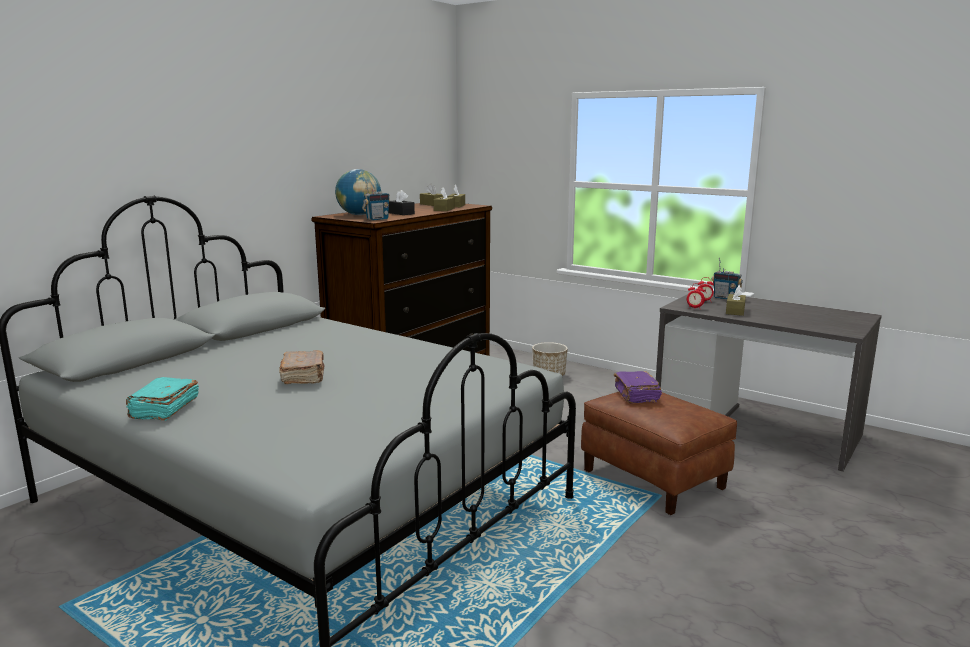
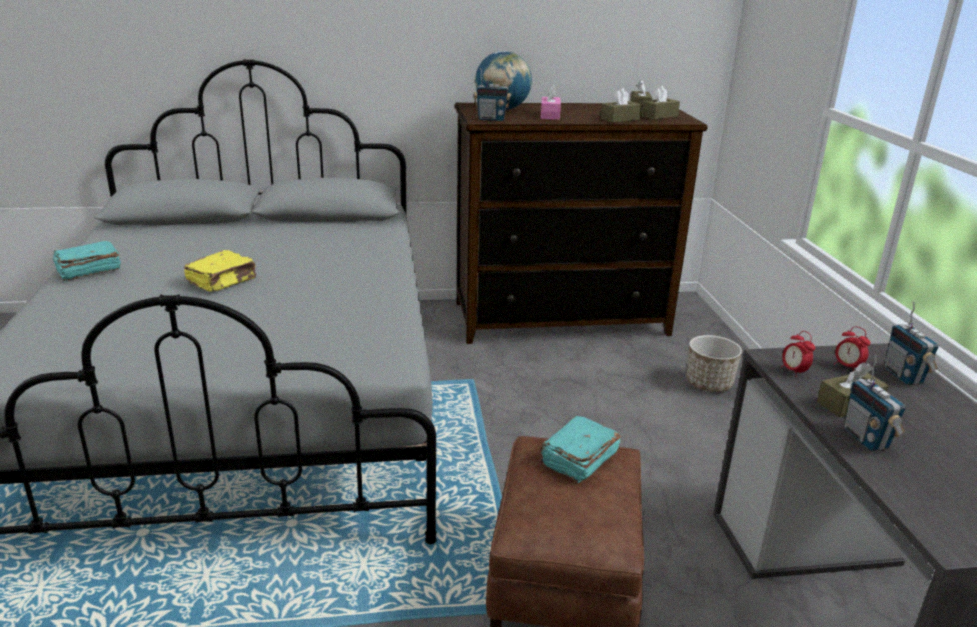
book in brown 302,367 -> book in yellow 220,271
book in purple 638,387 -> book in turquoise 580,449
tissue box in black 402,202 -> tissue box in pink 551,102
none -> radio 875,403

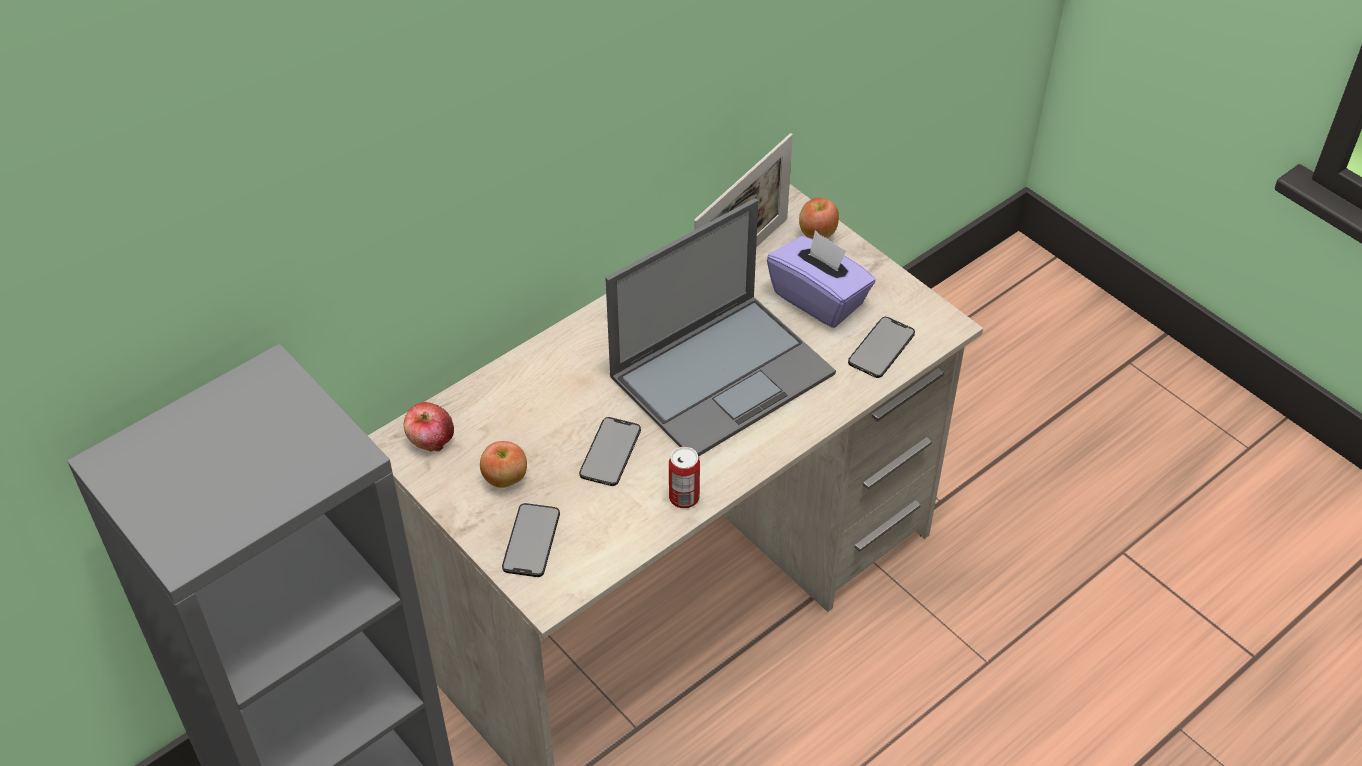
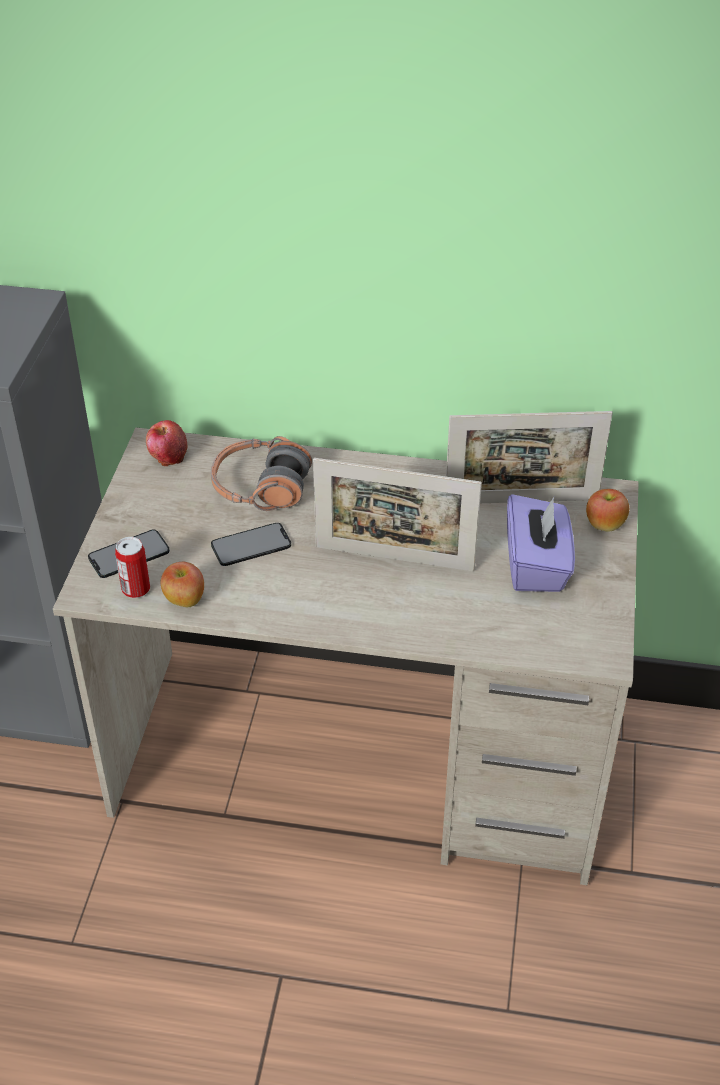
can 684,477 -> can 132,567, move
apple 503,464 -> apple 182,584, move
none -> headphones 261,473
laptop 720,327 -> picture frame 397,515
phone 881,347 -> none

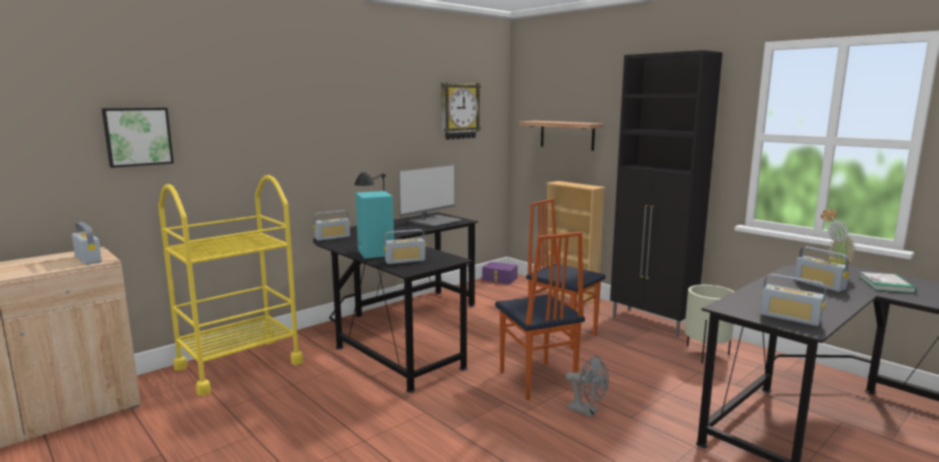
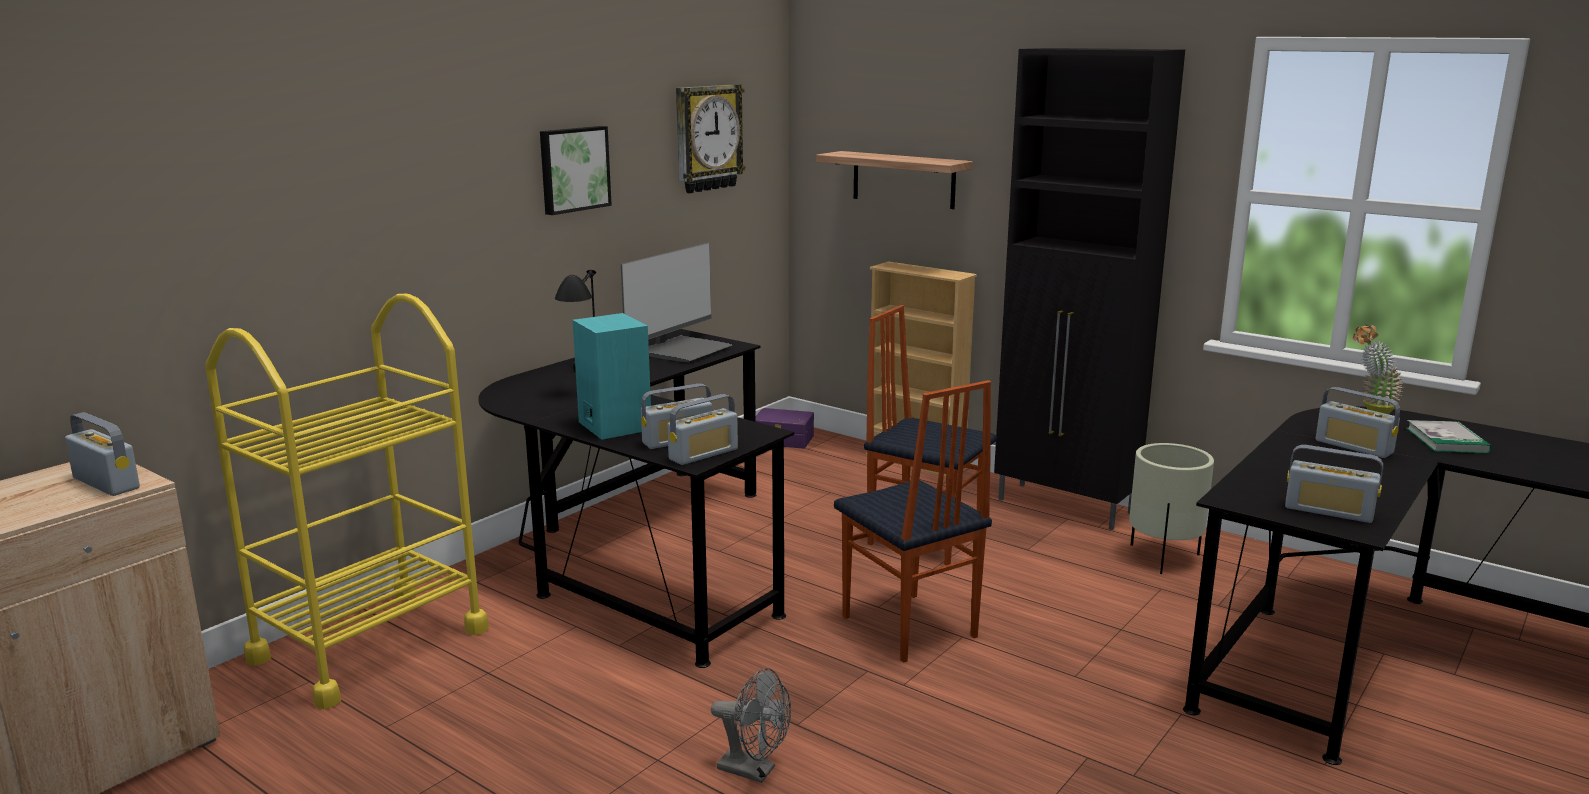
picture 138,138 -> picture 576,170, move
radio 332,225 -> radio 702,429, move
fan in grey 587,386 -> fan in grey 751,725, move

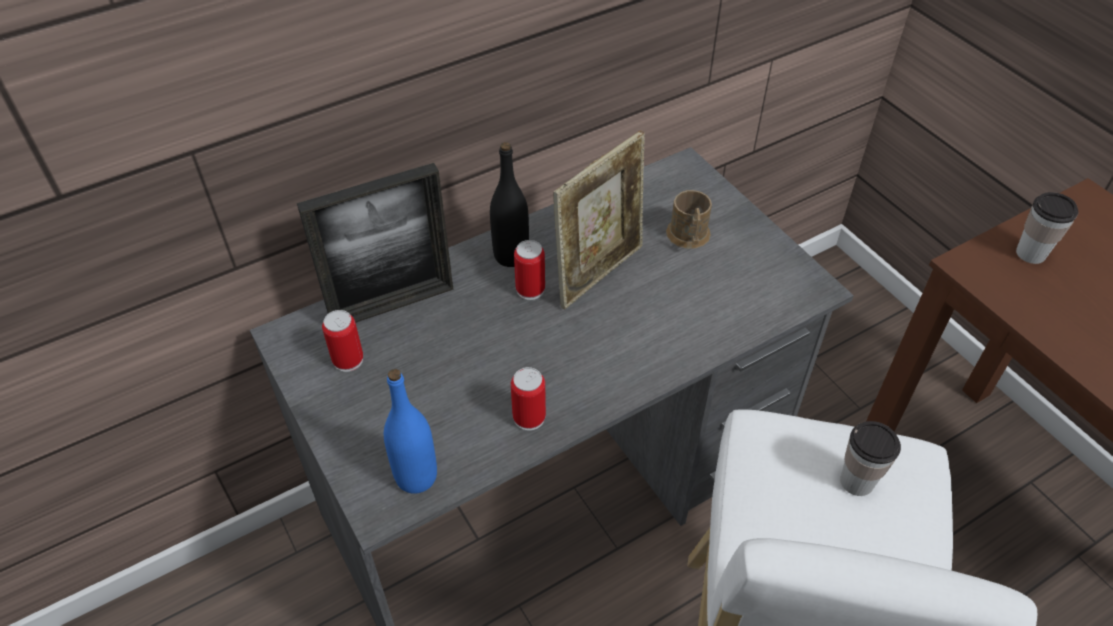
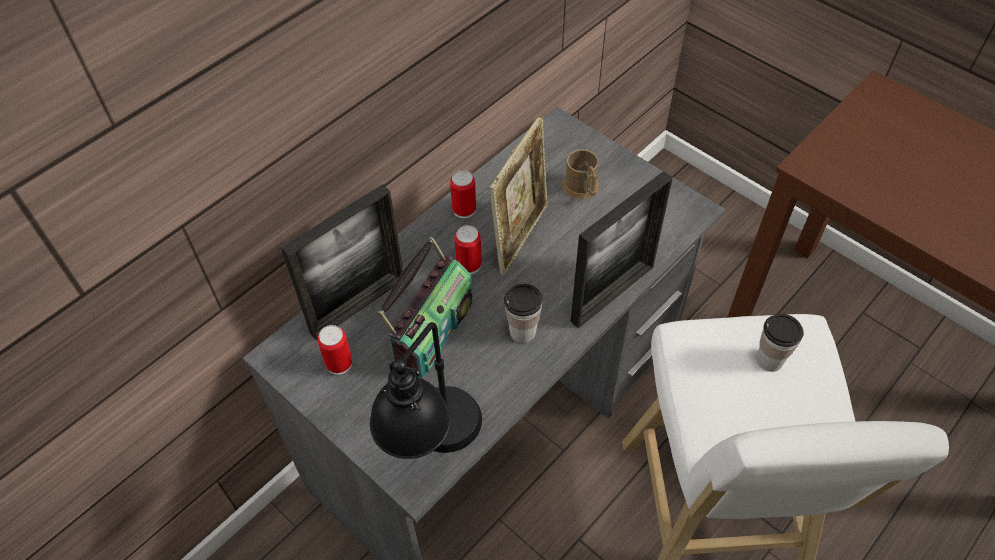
bottle in blue 410,431 -> table lamp in black 426,390
none -> radio 425,308
can 528,399 -> can 463,194, move
cup 1047,228 -> cup 523,313, move
none -> picture frame 621,249
bottle in black 509,204 -> none

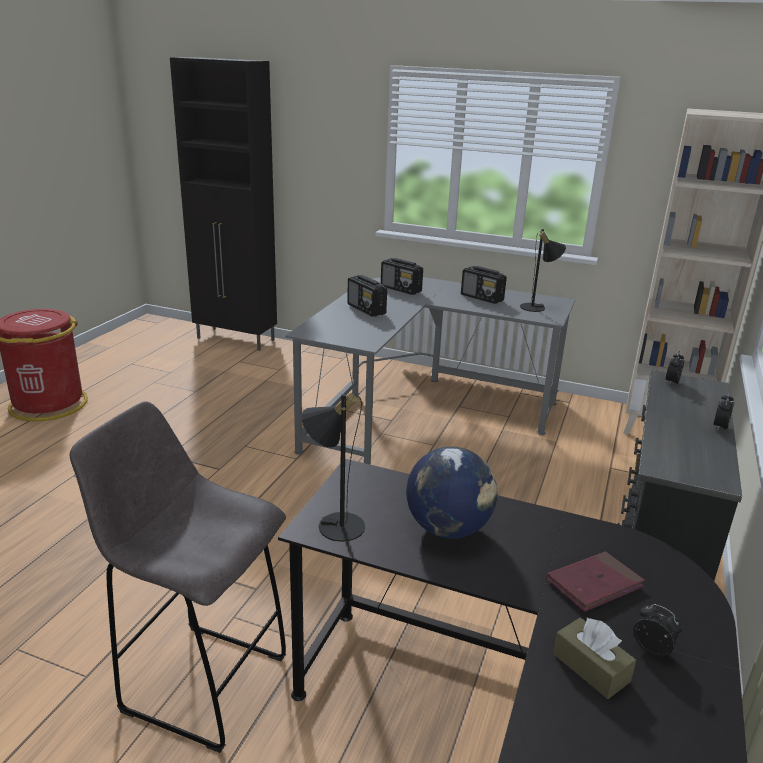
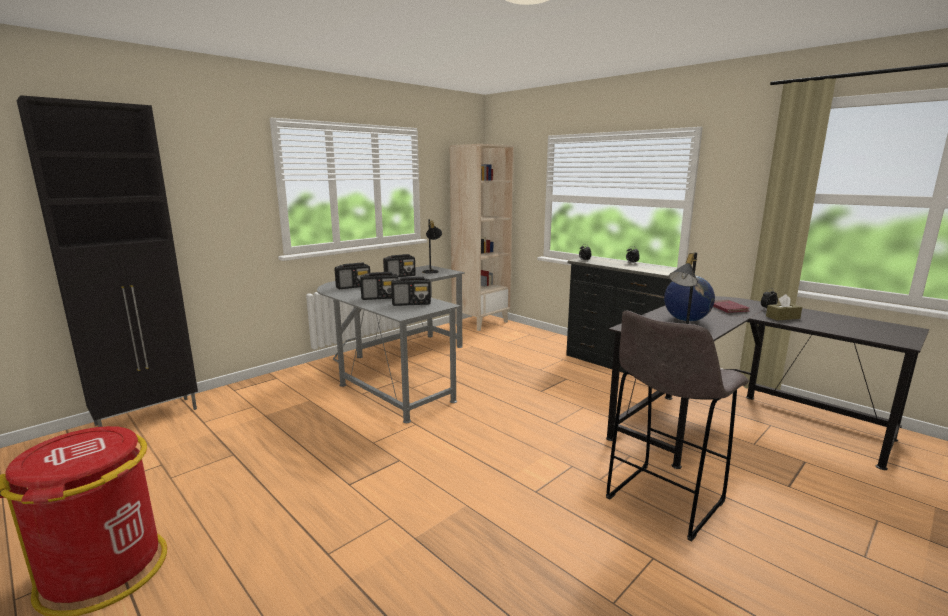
none -> radio 411,291

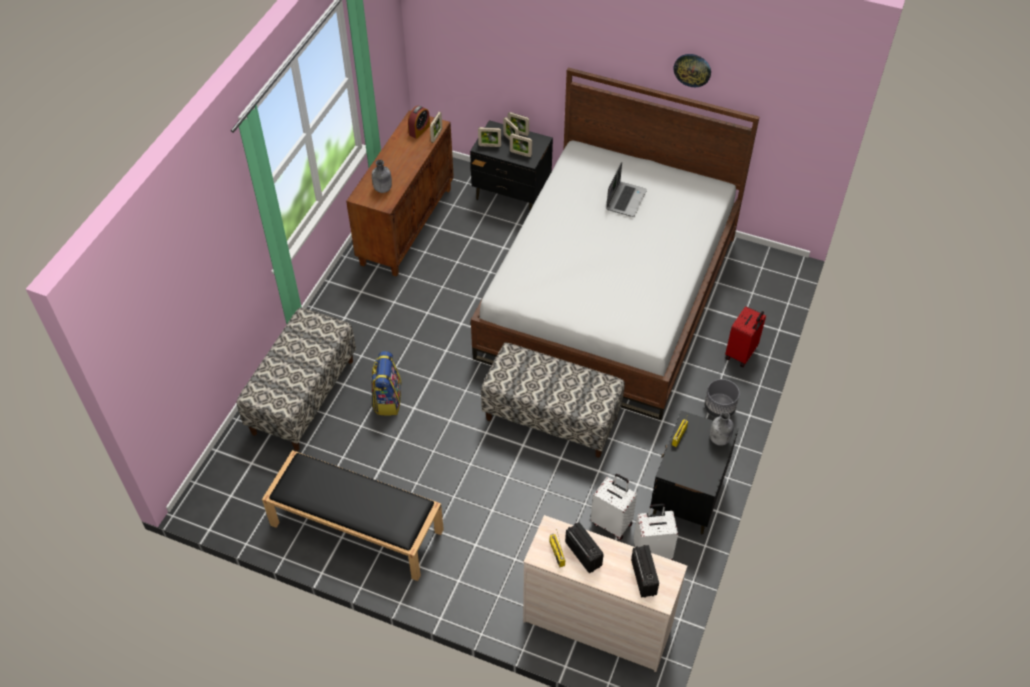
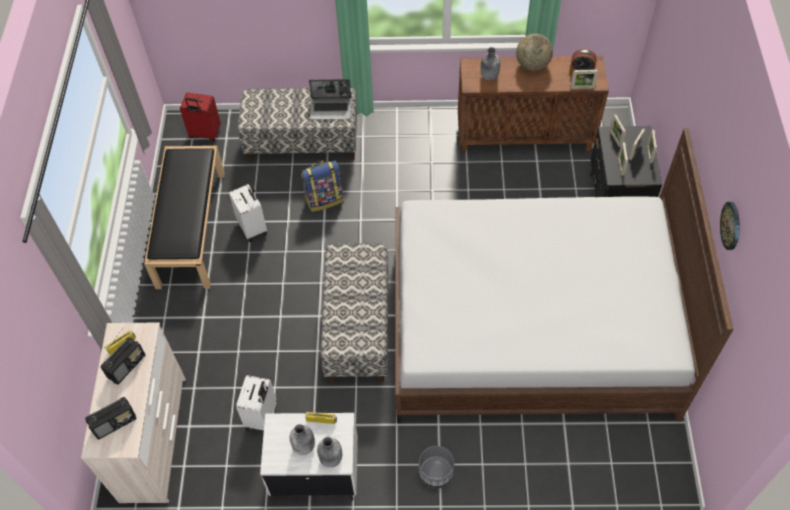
suitcase in red 745,336 -> suitcase in red 200,117, move
suitcase in white 656,532 -> suitcase in white 248,211, move
nightstand in black 694,472 -> nightstand in white 309,457
none -> bottle in grey 302,439
laptop 626,189 -> laptop 330,99, move
none -> globe 534,52

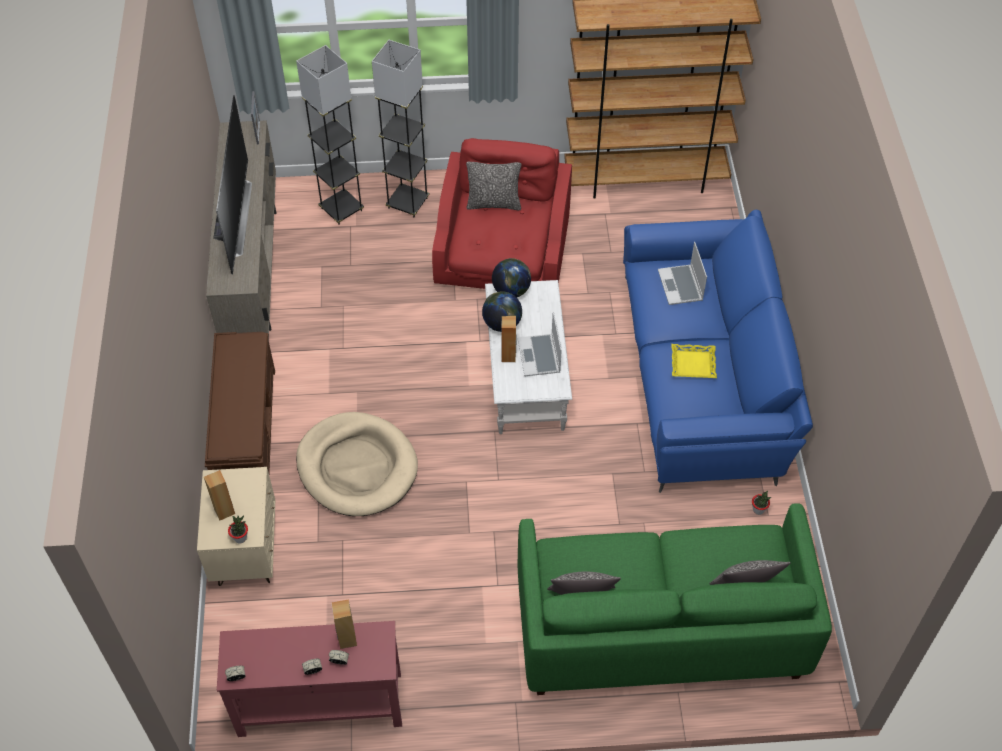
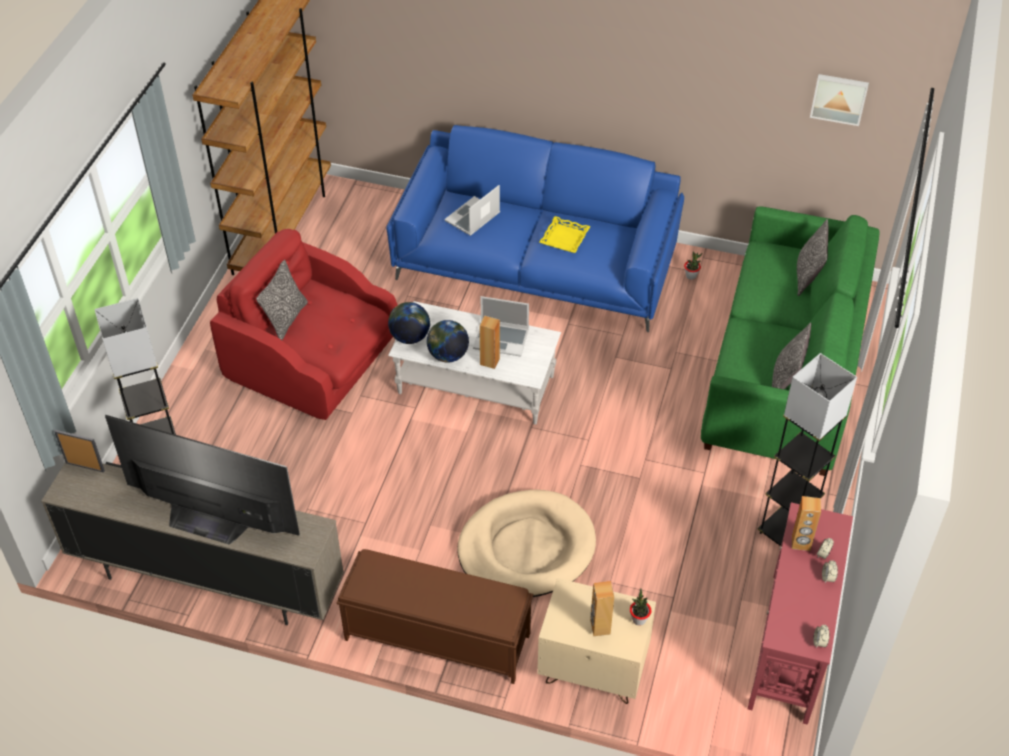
laptop 682,273 -> laptop 472,210, 120 degrees clockwise
floor lamp in grey 400,128 -> floor lamp in grey 807,449, move
none -> picture 839,100

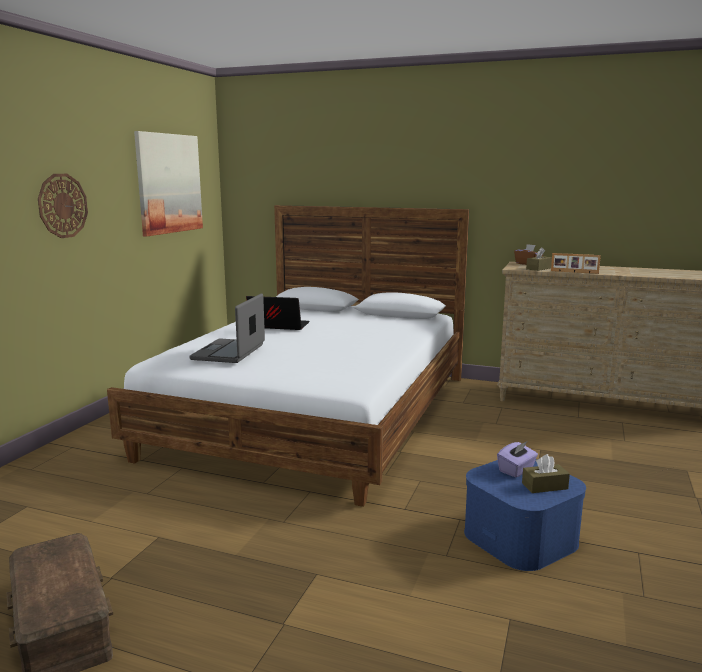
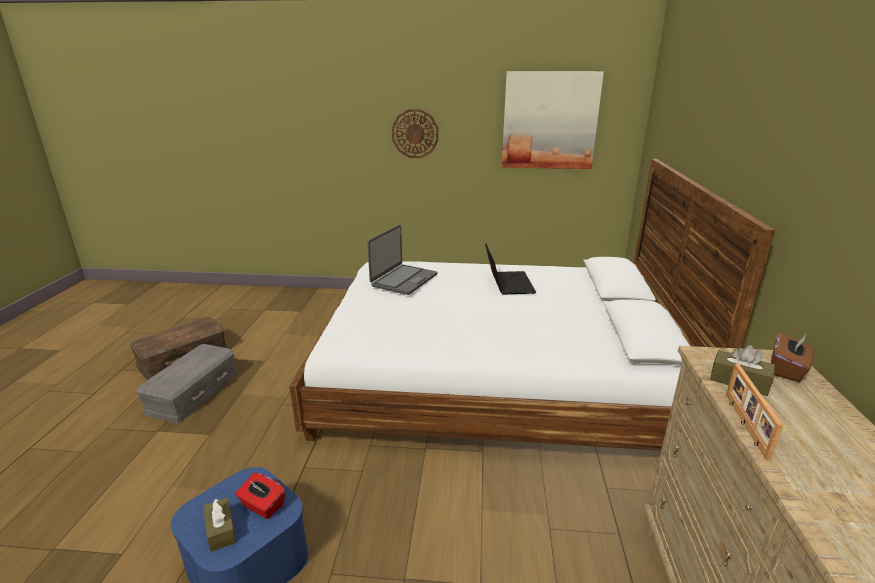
none -> storage box in grey 187,383
tissue box in purple 517,459 -> tissue box in red 261,496
laptop 227,328 -> laptop 402,260, 120 degrees clockwise

